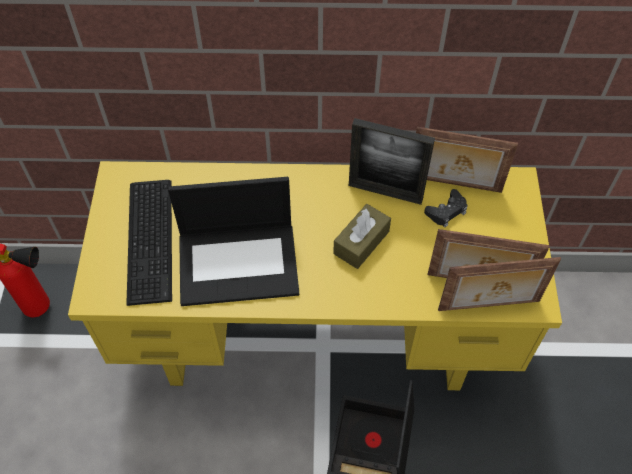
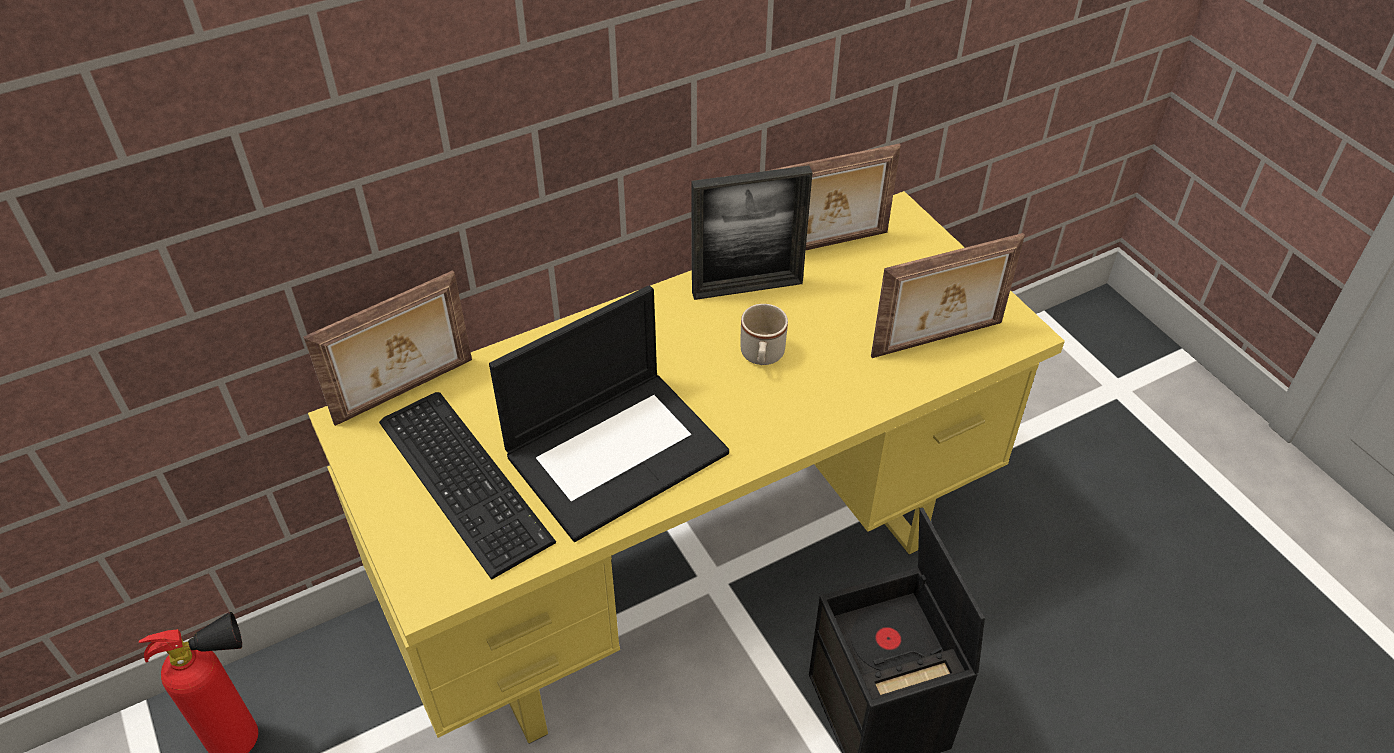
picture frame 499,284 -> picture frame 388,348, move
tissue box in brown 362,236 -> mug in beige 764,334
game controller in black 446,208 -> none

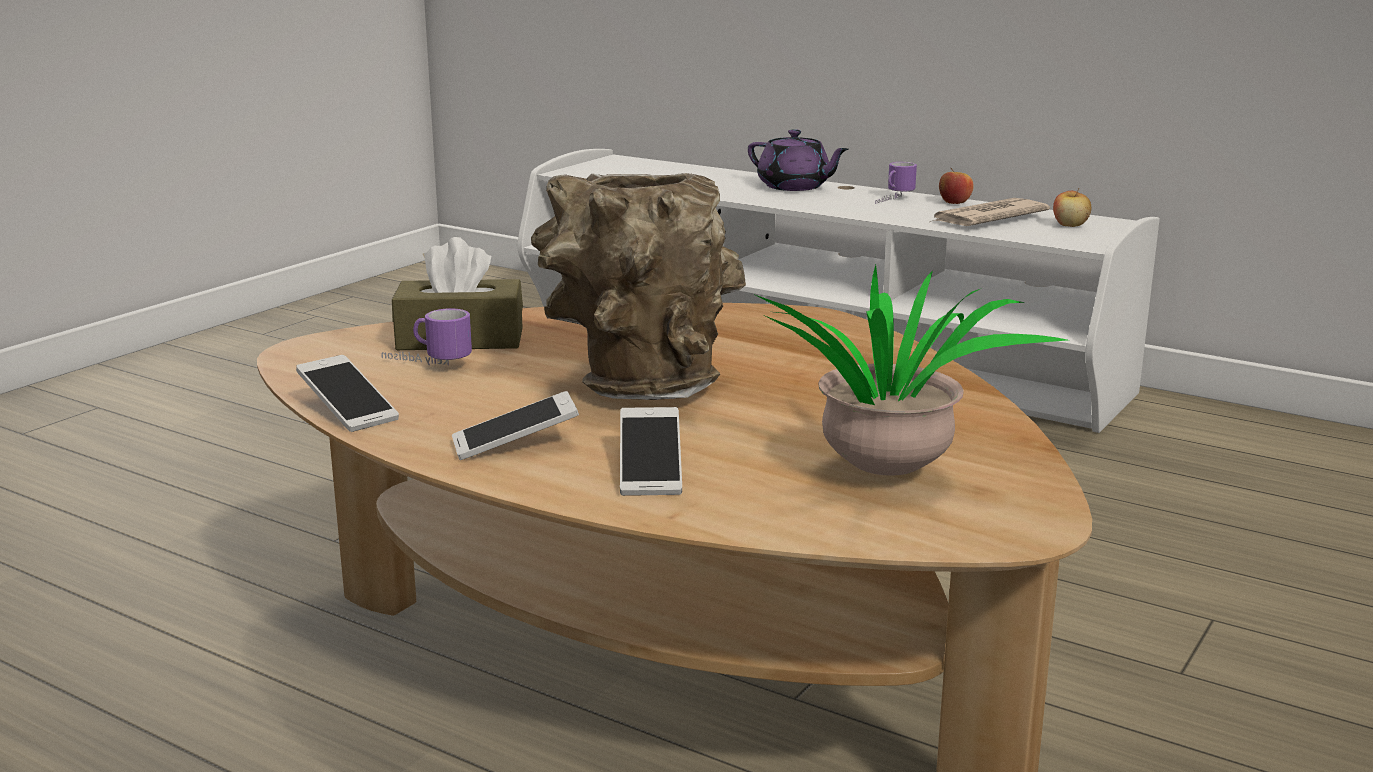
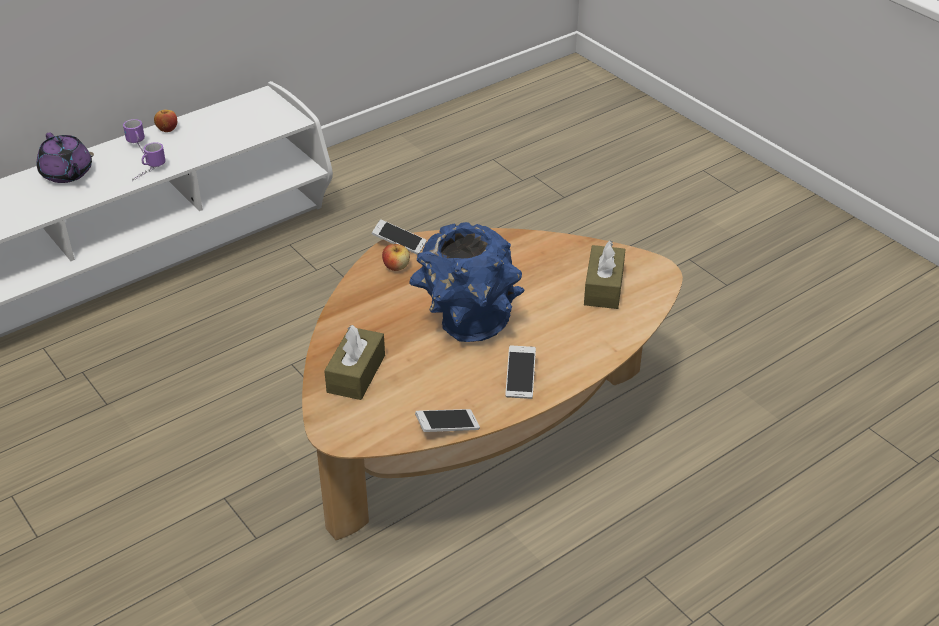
teapot in purple 798,160 -> teapot in purple 64,157, 90 degrees clockwise
mug 426,336 -> mug 149,162, move
phone 651,451 -> phone 399,237, move
apple 1072,207 -> apple 396,257, move
vase in brown 638,286 -> vase in blue 467,282
potted plant 910,370 -> tissue box in brown 604,274
newspaper 990,212 -> none

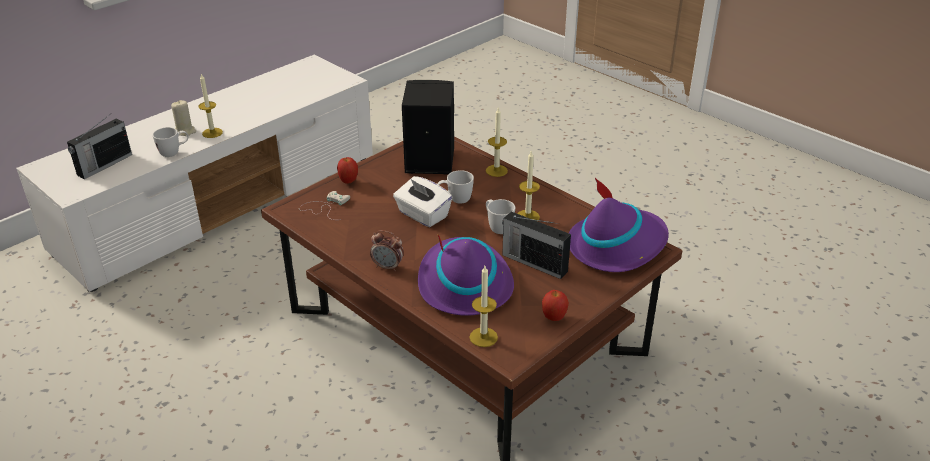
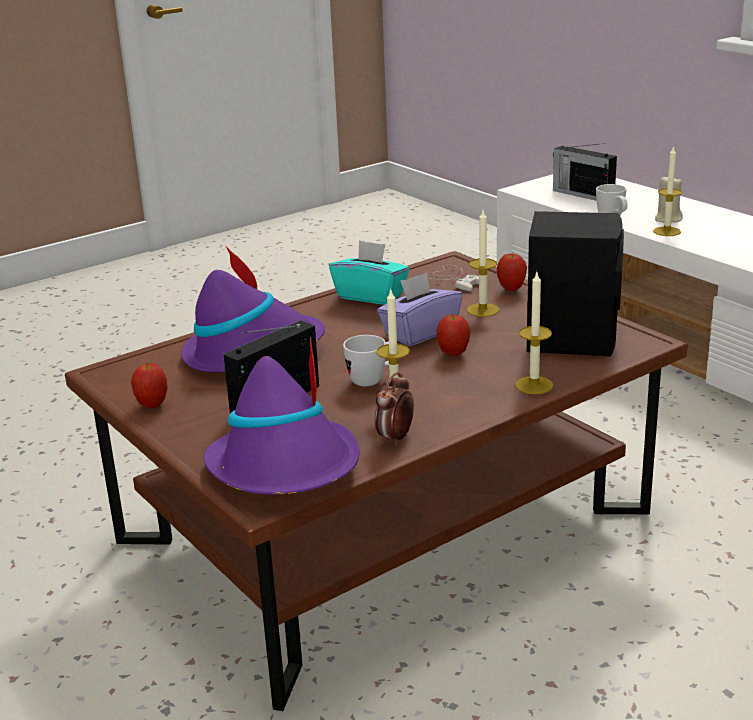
none -> tissue box in turquoise 369,272
alarm clock 387,250 -> alarm clock 394,408, move
tissue box in white 422,201 -> tissue box in purple 420,309
mug in white 455,187 -> apple 453,334
candle 484,306 -> candle 483,263, move

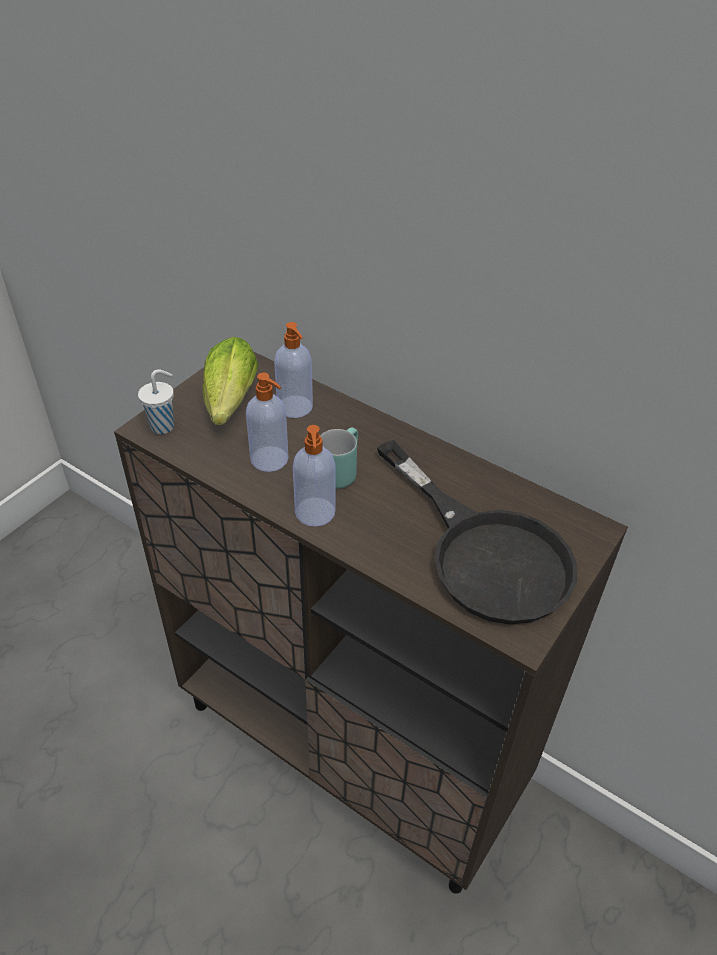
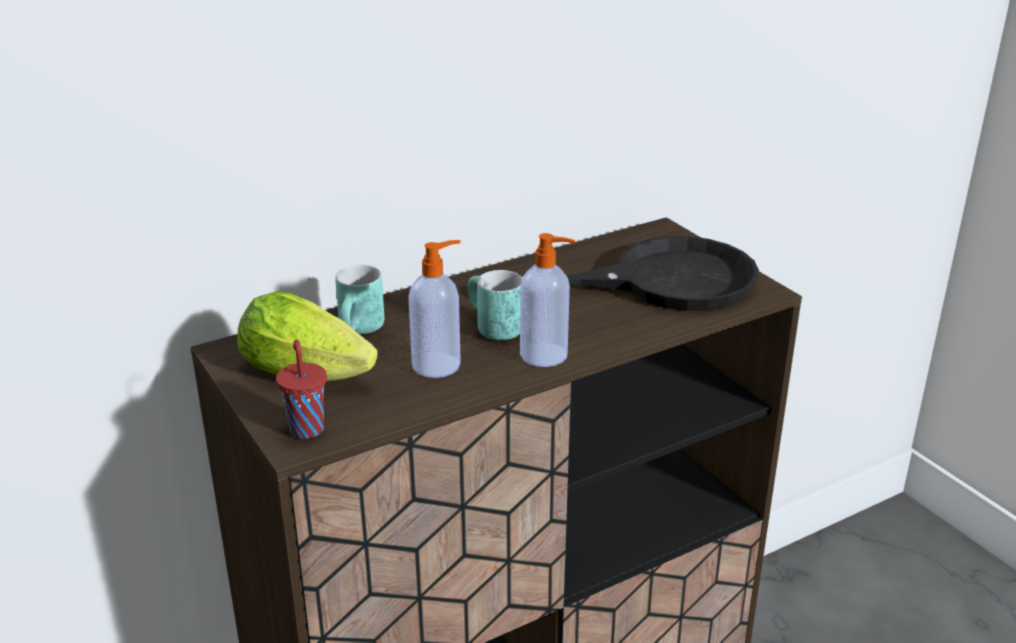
cup in white 156,401 -> cup in red 301,389
soap dispenser 293,370 -> mug in turquoise 359,299

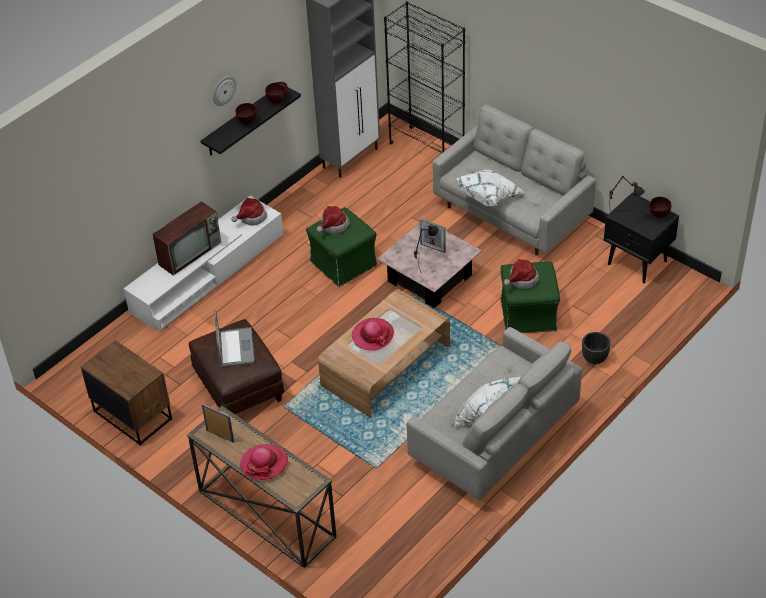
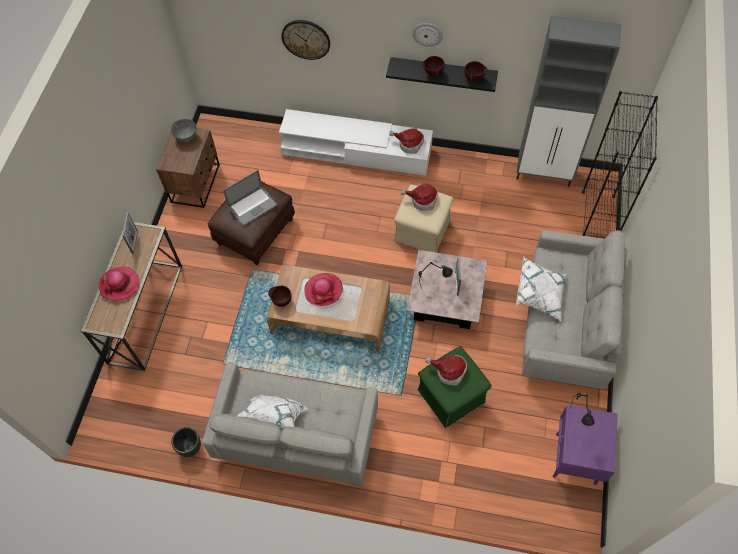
none -> bowl in grey 184,131
planter in black 596,348 -> planter in black 186,442, move
bowl in brown 660,207 -> bowl in brown 280,296, move
none -> wall clock 305,40
ottoman in green 341,247 -> ottoman in beige 423,218
nightstand in black 641,237 -> nightstand in purple 585,445
television 186,238 -> none

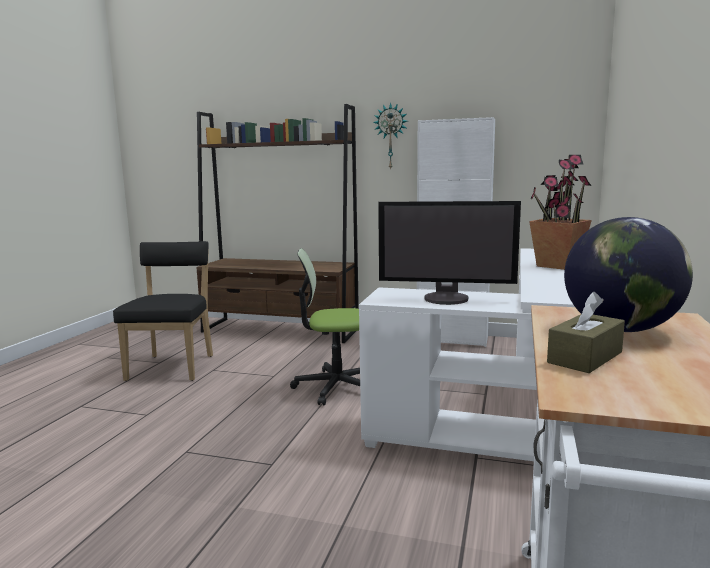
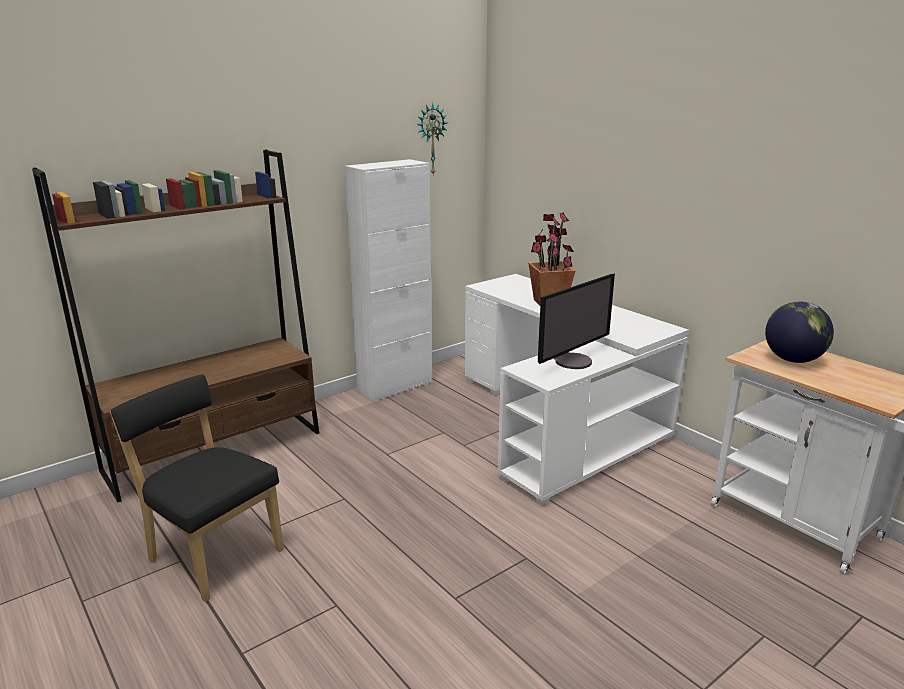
wall clock 390,136 -> wall clock 432,138, move
office chair 325,326 -> none
tissue box in brown 586,332 -> none

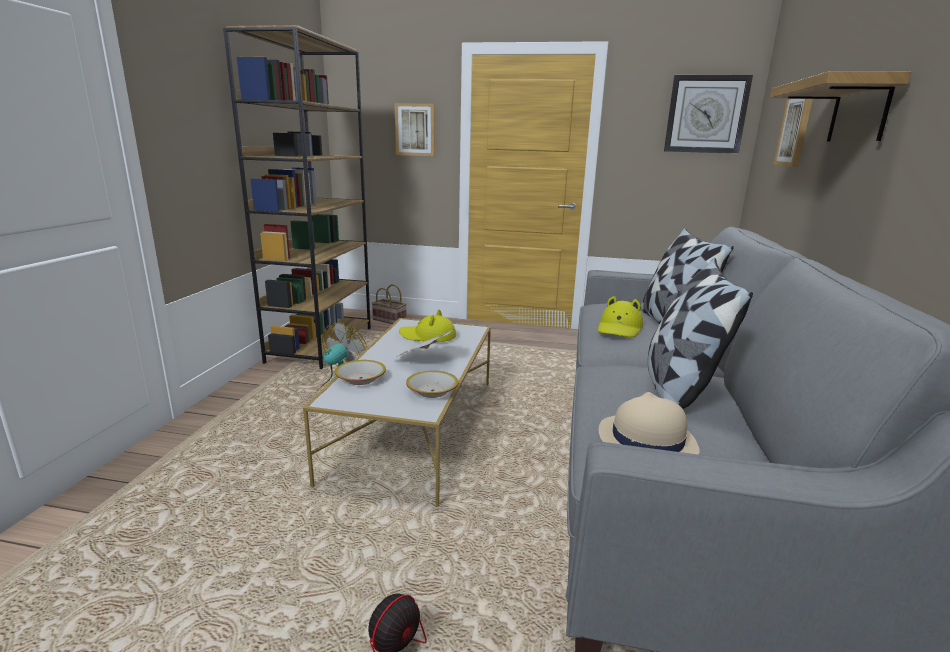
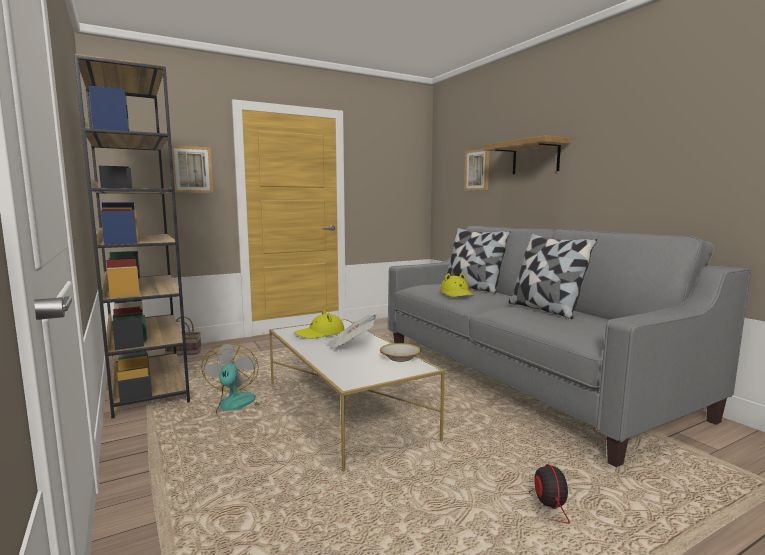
bowl 360,372 -> none
hat in beige 649,423 -> none
wall clock 708,114 -> none

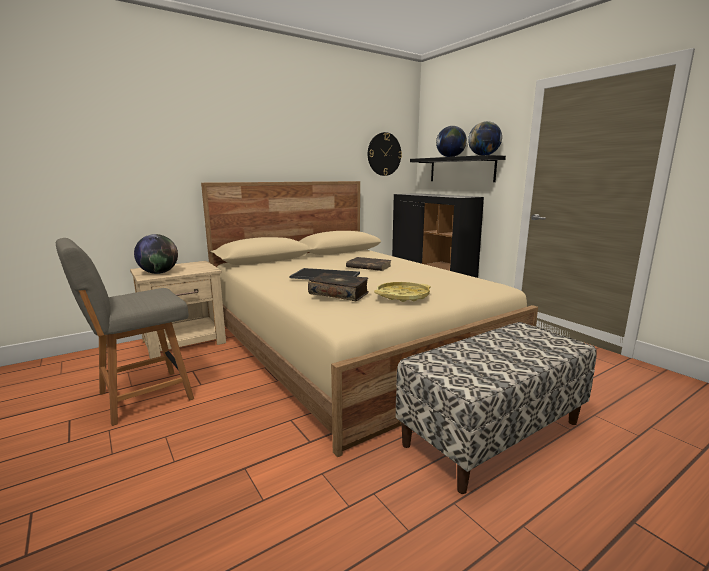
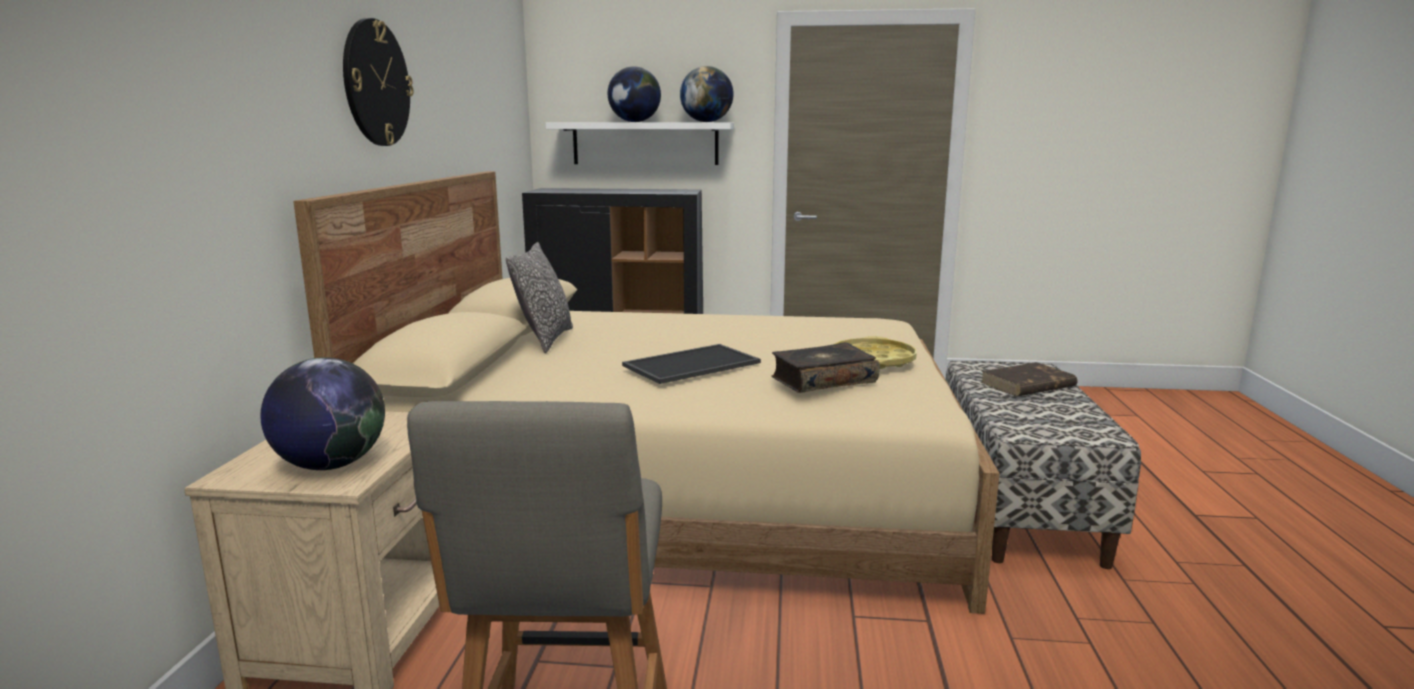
wall clock 385,154 -> wall clock 378,82, move
none -> pillow 539,297
shelf in black 458,168 -> shelf in white 639,143
book in brown 368,264 -> book in brown 1028,379, move

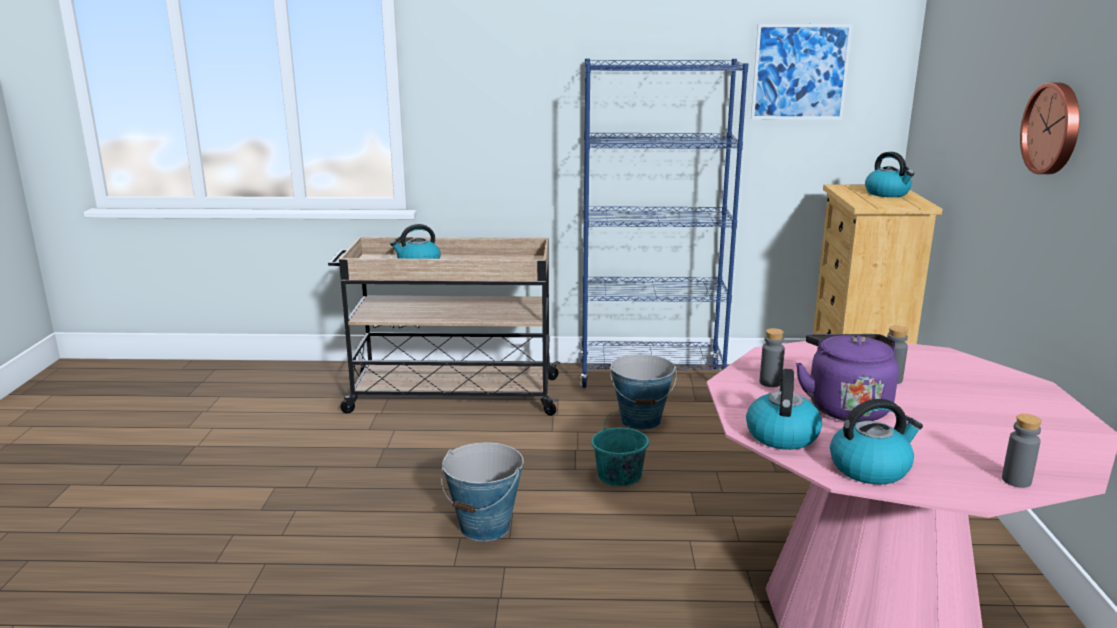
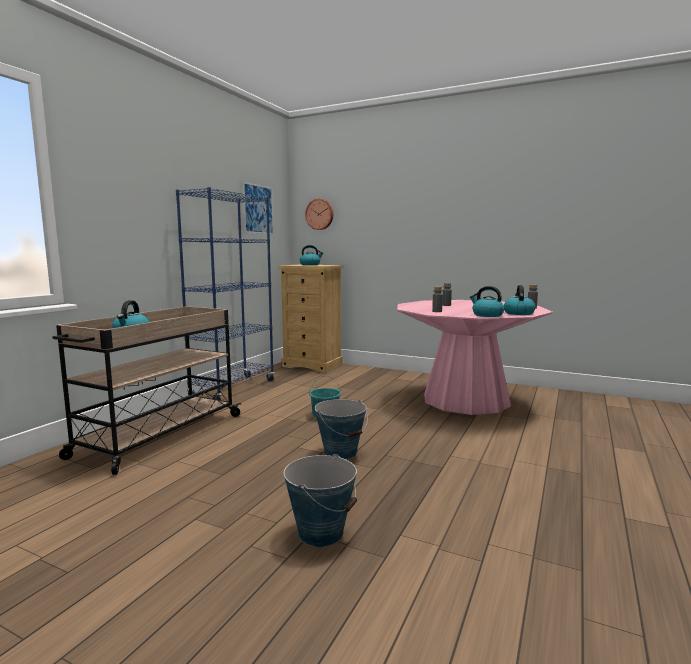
bucket 643,392 -> bucket 320,500, move
wall clock 1050,128 -> wall clock 319,214, move
kettle in purple 847,378 -> none

